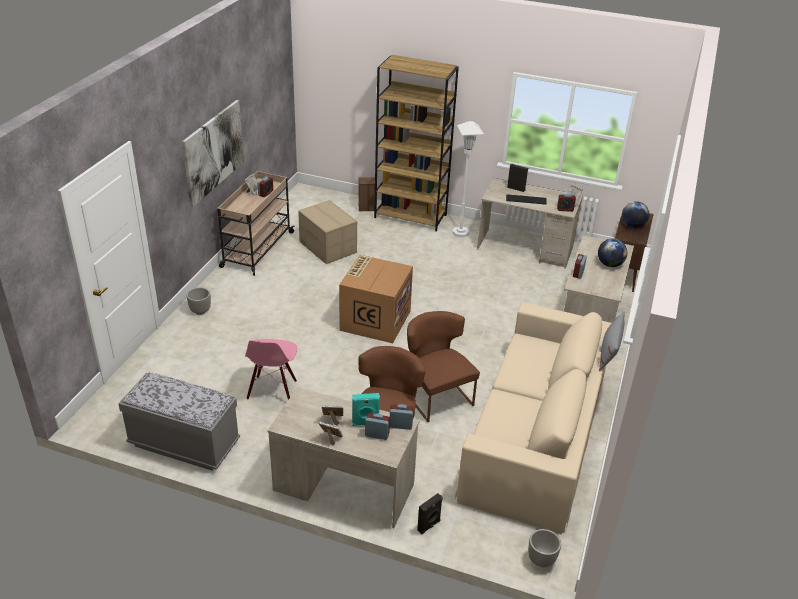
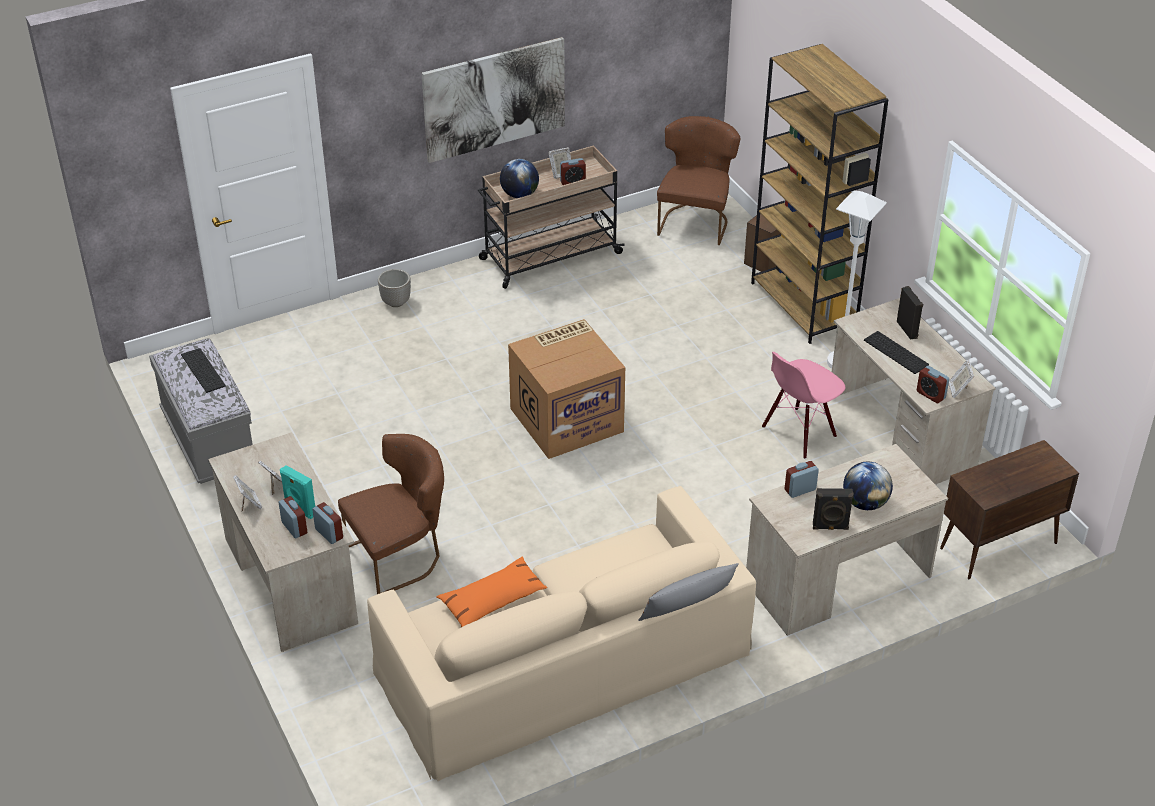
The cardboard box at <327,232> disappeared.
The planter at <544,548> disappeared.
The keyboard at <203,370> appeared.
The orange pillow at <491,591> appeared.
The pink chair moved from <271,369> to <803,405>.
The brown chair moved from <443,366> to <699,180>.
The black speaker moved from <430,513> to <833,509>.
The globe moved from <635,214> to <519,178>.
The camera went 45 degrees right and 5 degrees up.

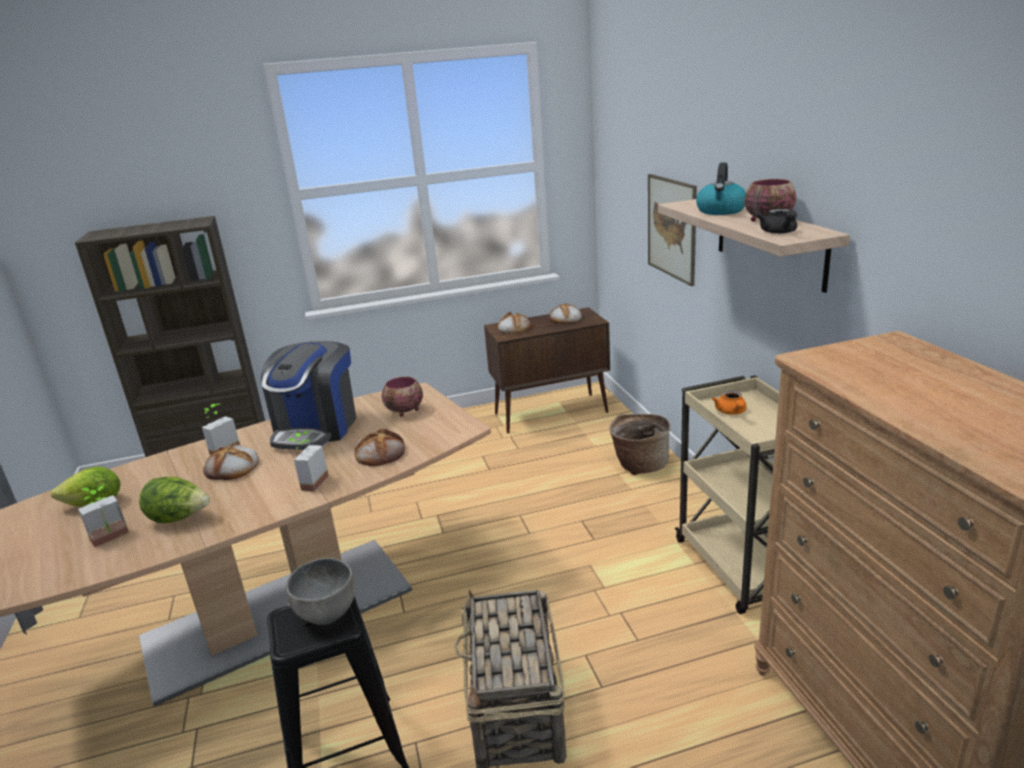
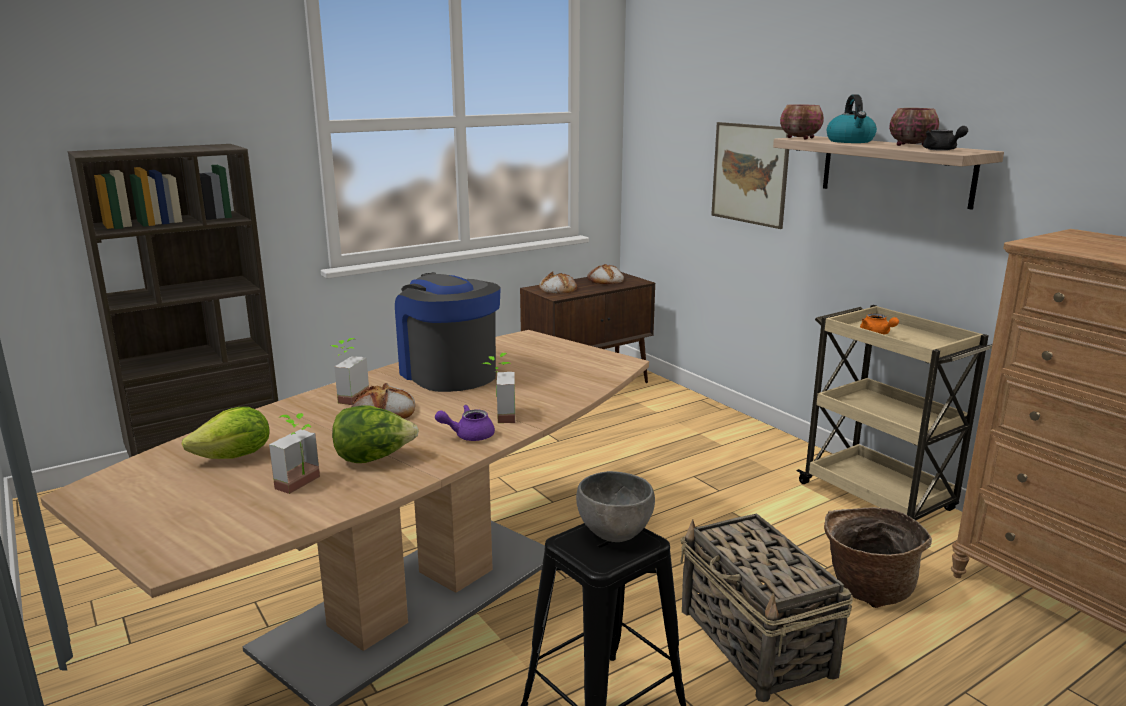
The bread at <379,447> disappeared.
The purple teapot at <465,423> appeared.
The bowl moved from <402,396> to <802,122>.
The basket moved from <640,444> to <878,557>.
The coffee machine at <308,395> turned 150 degrees clockwise.
The camera went 20 degrees left and 5 degrees down.

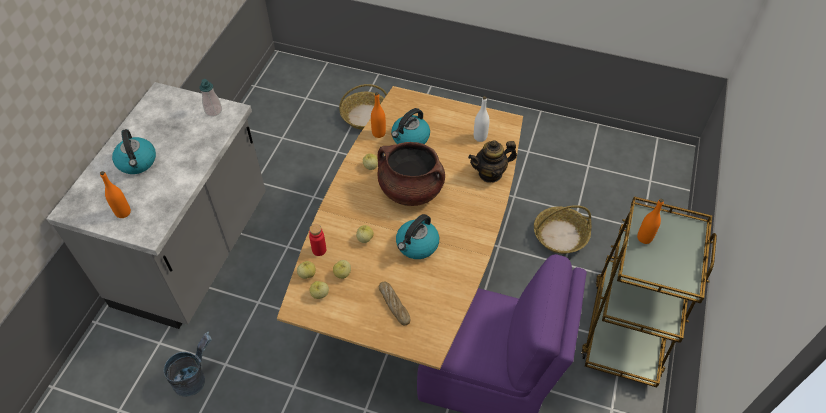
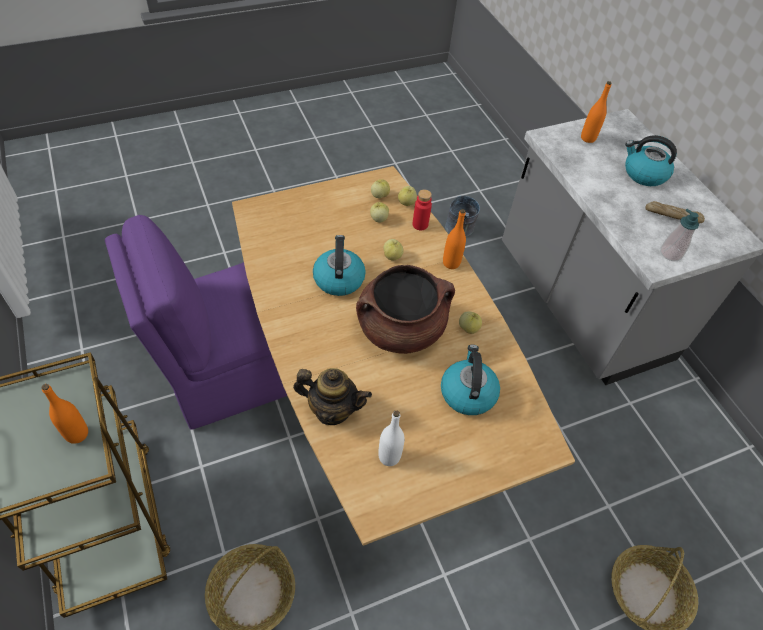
The orange bottle moved from <378,115> to <454,239>.
The bread moved from <395,304> to <675,212>.
The teapot at <492,161> turned 75 degrees clockwise.
The camera went 135 degrees right and 0 degrees up.

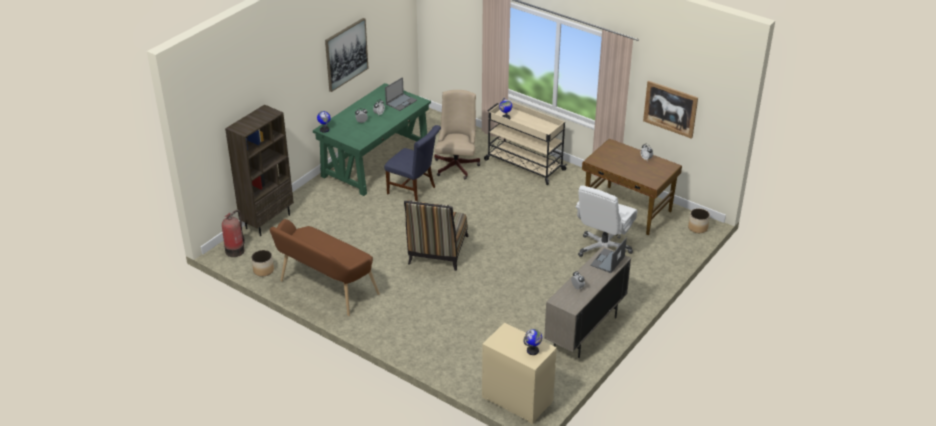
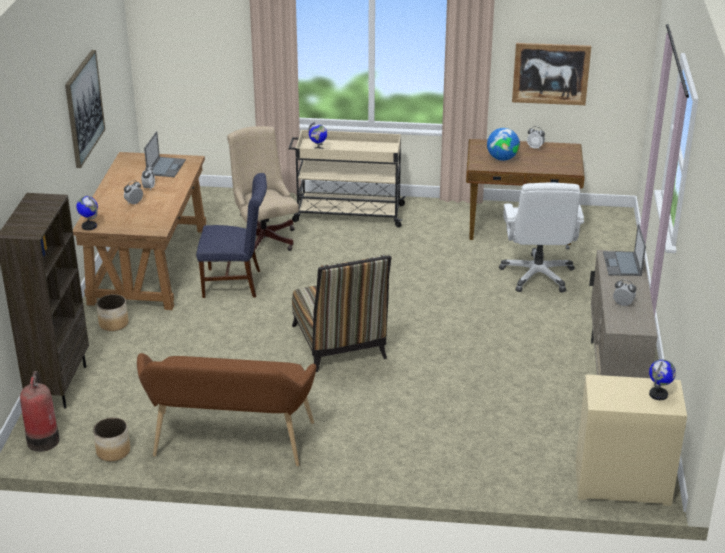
The globe at <503,144> appeared.
The planter moved from <699,220> to <112,312>.
The green desk at <372,139> became the brown desk at <139,231>.
The camera went 30 degrees left and 5 degrees down.

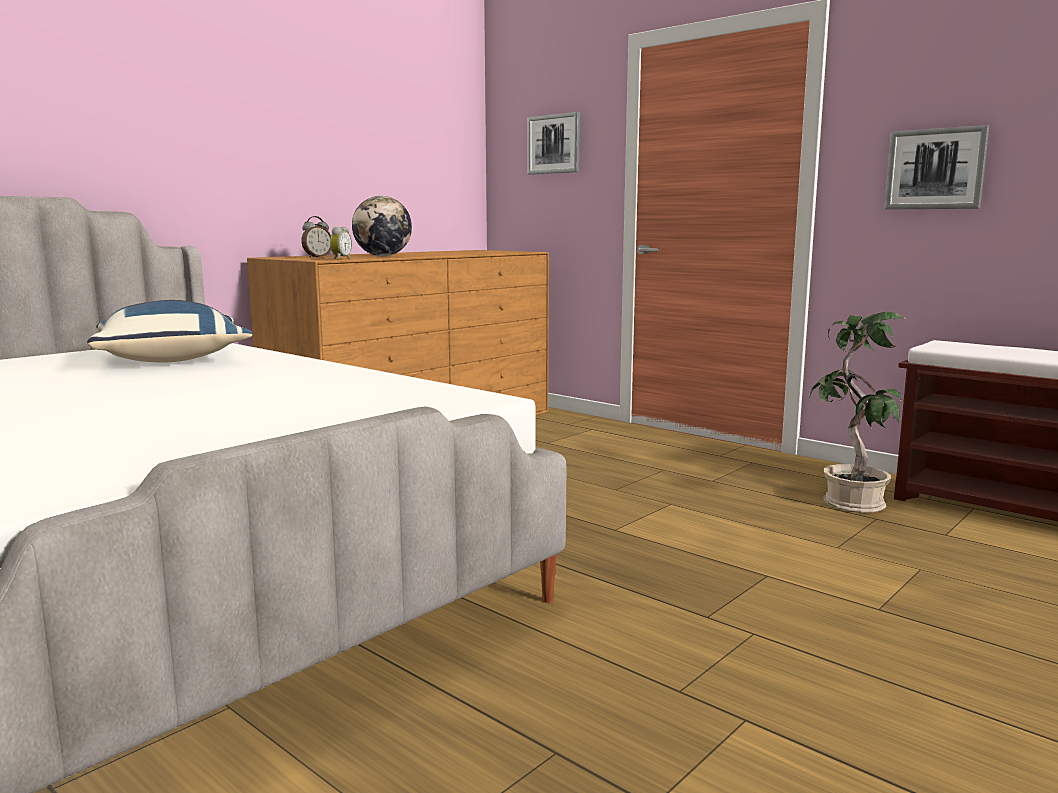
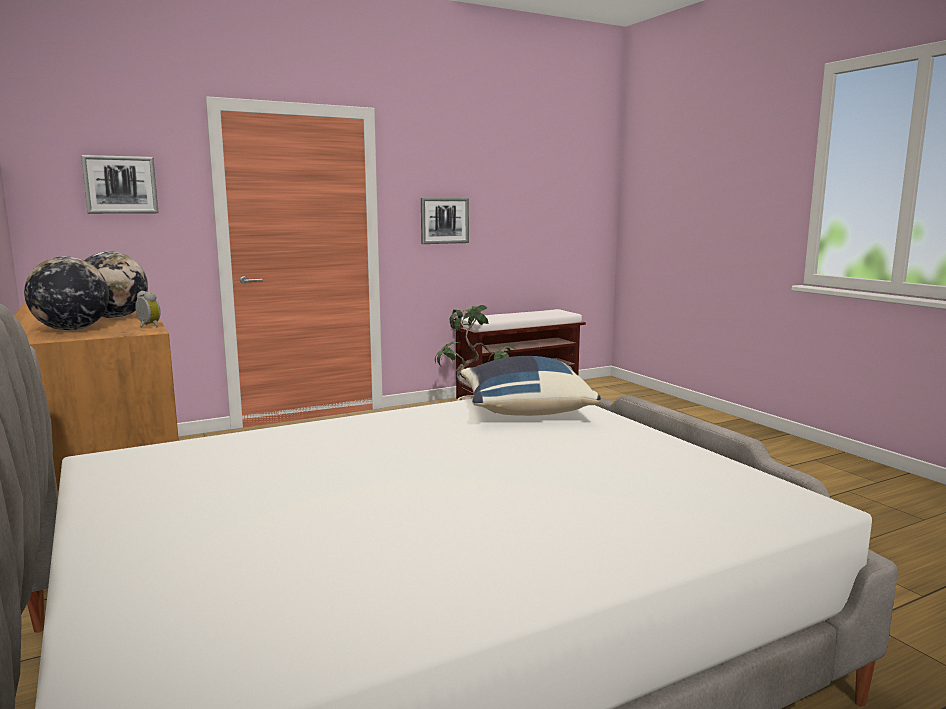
The blue pillow moved from <169,331> to <531,386>.
The alarm clock at <316,236> was replaced by the globe at <66,293>.
The camera went 70 degrees left and 0 degrees up.

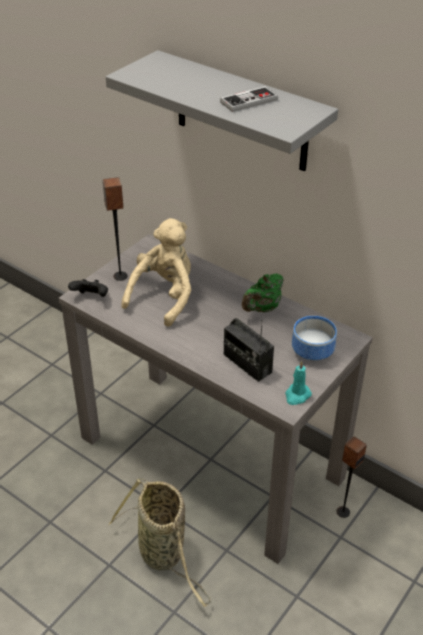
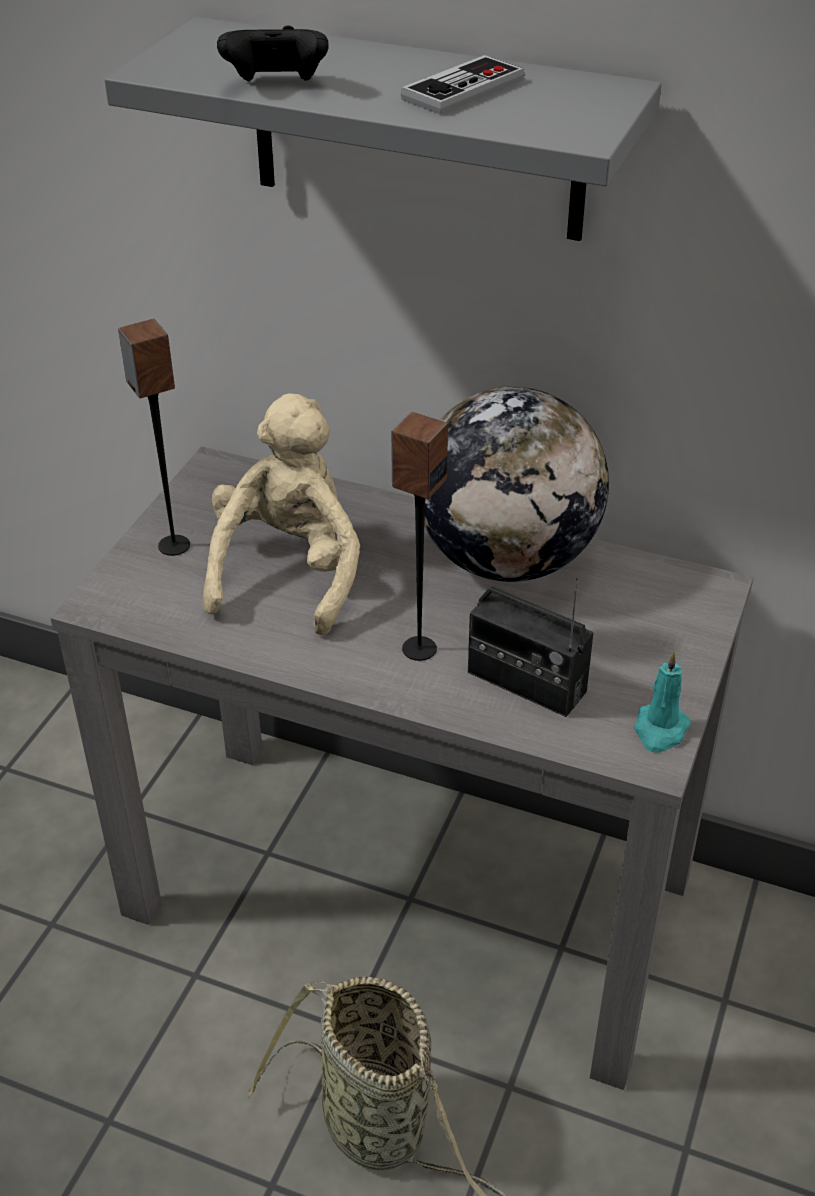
The bowl at <314,338> disappeared.
The black game controller moved from <88,288> to <273,53>.
The speaker moved from <351,477> to <419,536>.
The green teapot at <263,292> was replaced by the globe at <516,484>.
The camera went 15 degrees left and 0 degrees up.

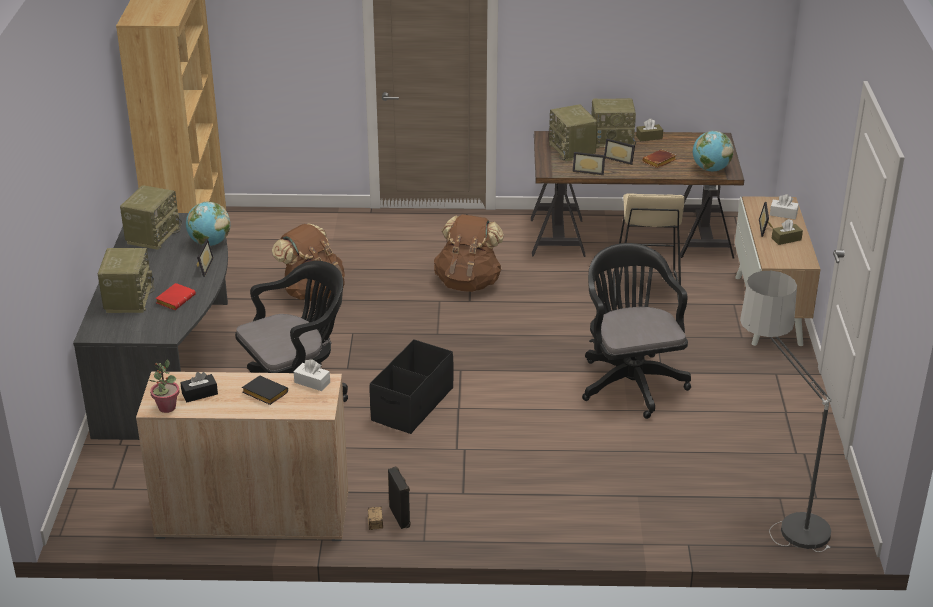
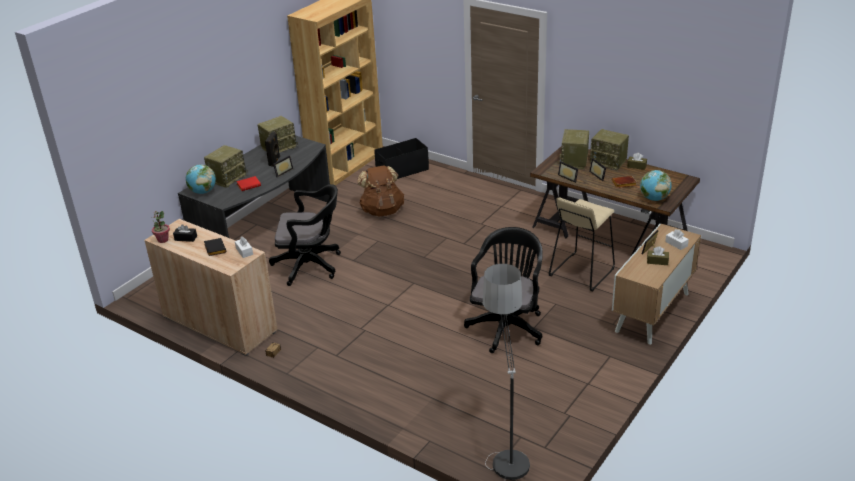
The brown backpack at <469,253> disappeared.
The globe moved from <208,224> to <201,179>.
The black storage box moved from <411,386> to <401,158>.
The black speaker moved from <399,497> to <272,149>.
The camera went 35 degrees right and 0 degrees up.

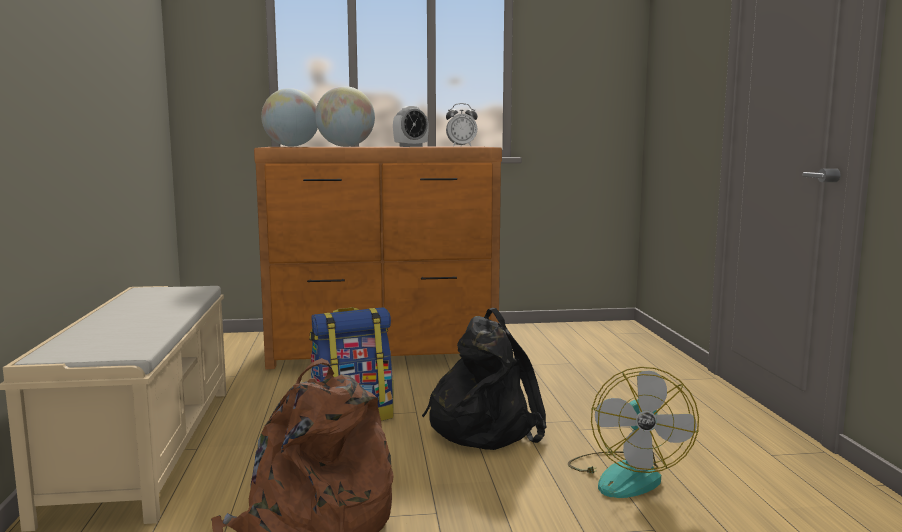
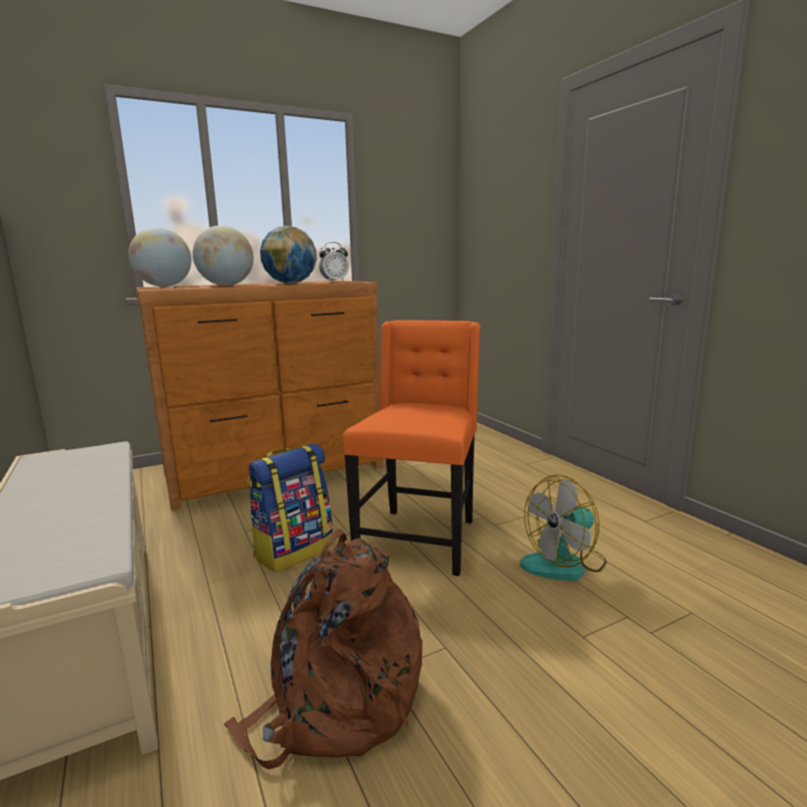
The alarm clock at <411,126> was replaced by the globe at <288,255>.
The black backpack at <484,379> was replaced by the orange chair at <411,448>.
The fan at <633,432> turned 75 degrees clockwise.
The camera went 20 degrees left and 5 degrees up.

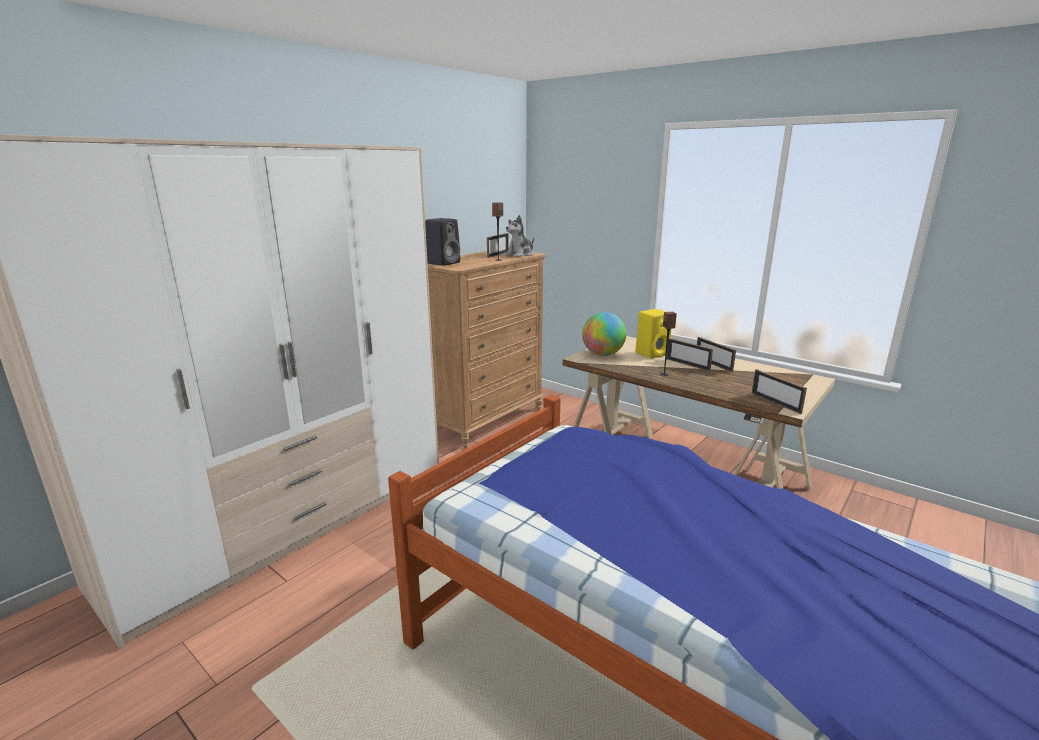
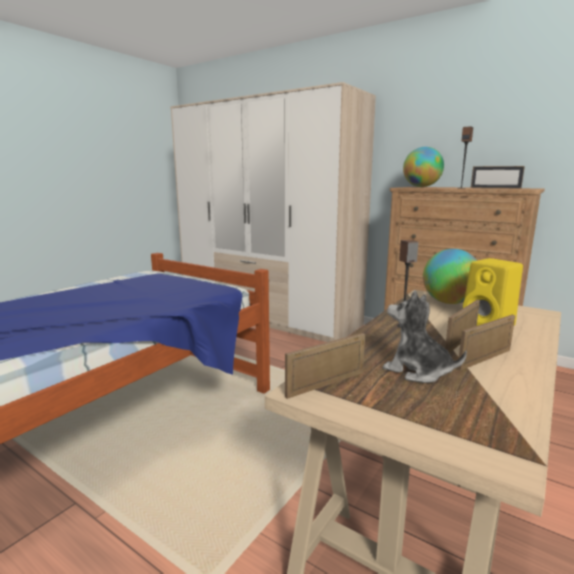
The plush toy moved from <519,236> to <425,336>.
The black speaker at <442,242> was replaced by the globe at <423,167>.
The camera went 85 degrees right and 5 degrees down.

